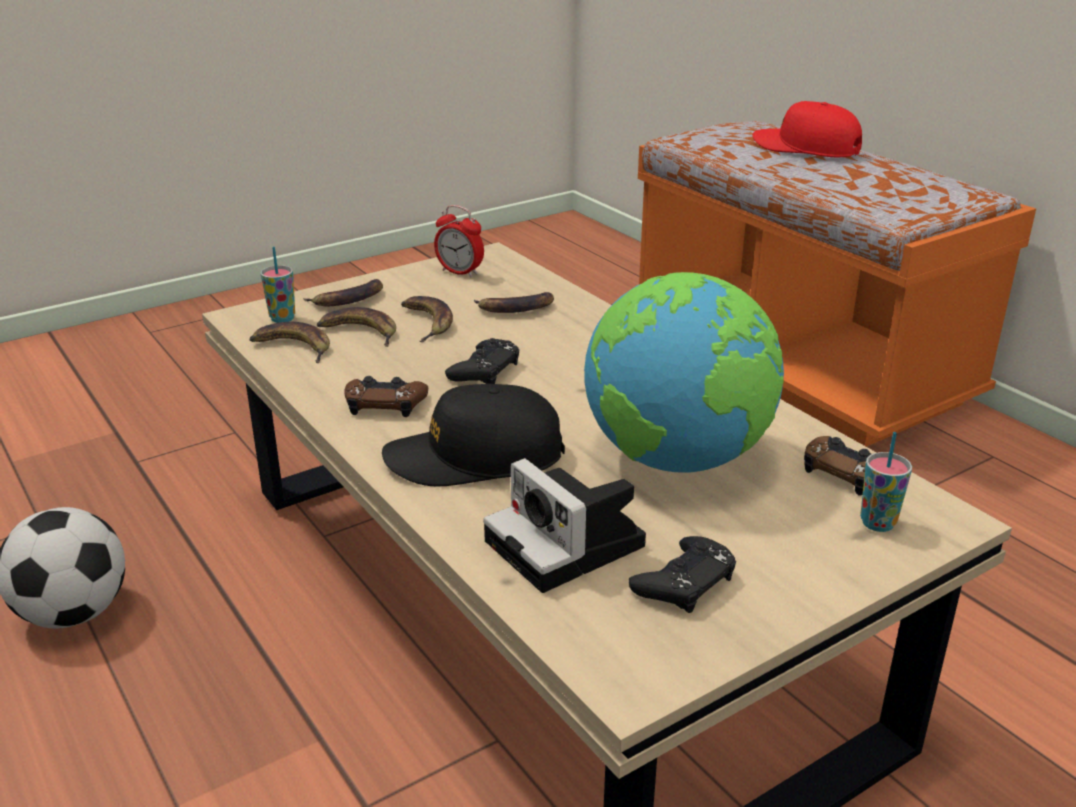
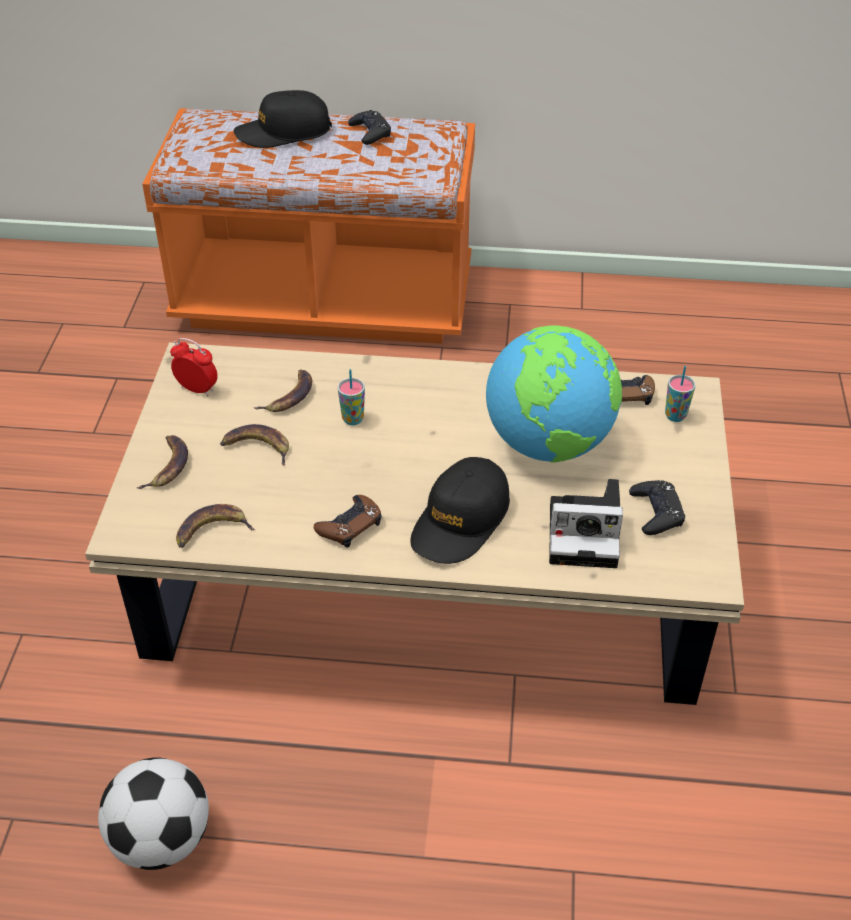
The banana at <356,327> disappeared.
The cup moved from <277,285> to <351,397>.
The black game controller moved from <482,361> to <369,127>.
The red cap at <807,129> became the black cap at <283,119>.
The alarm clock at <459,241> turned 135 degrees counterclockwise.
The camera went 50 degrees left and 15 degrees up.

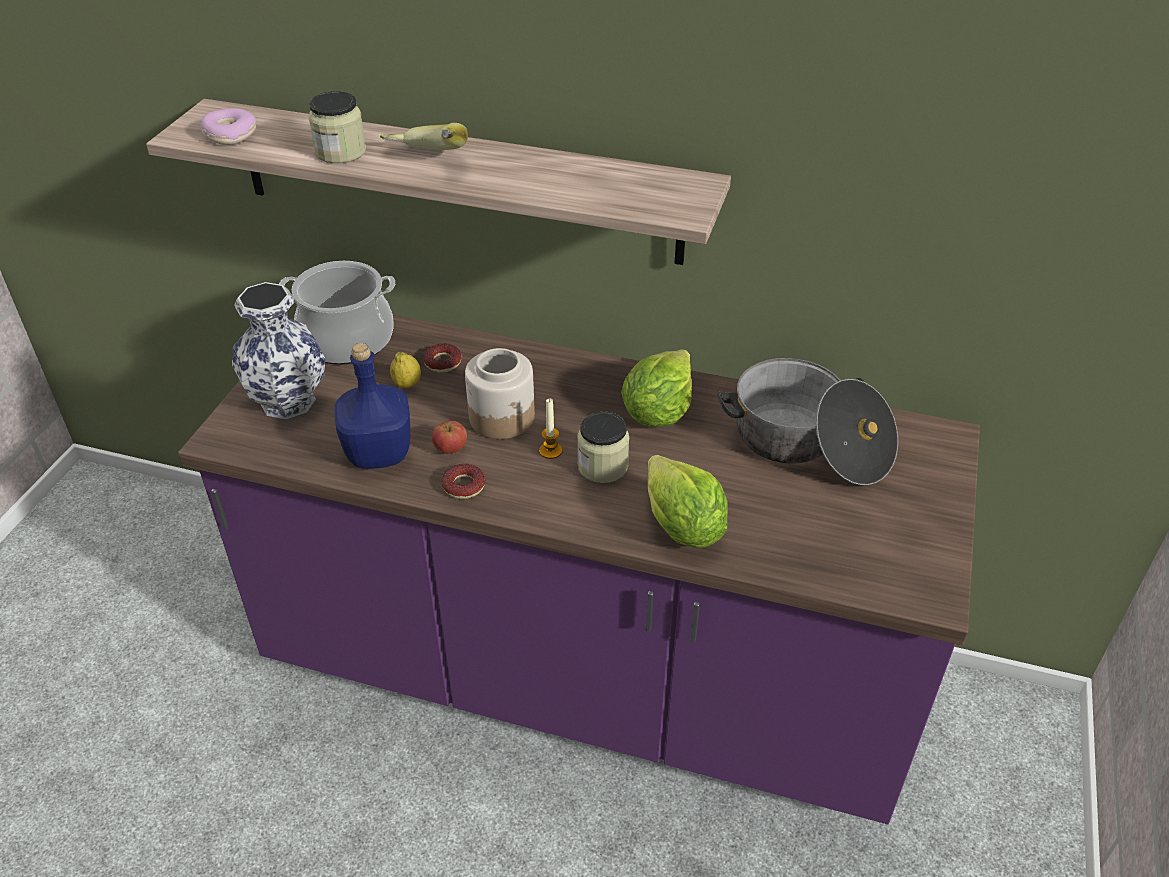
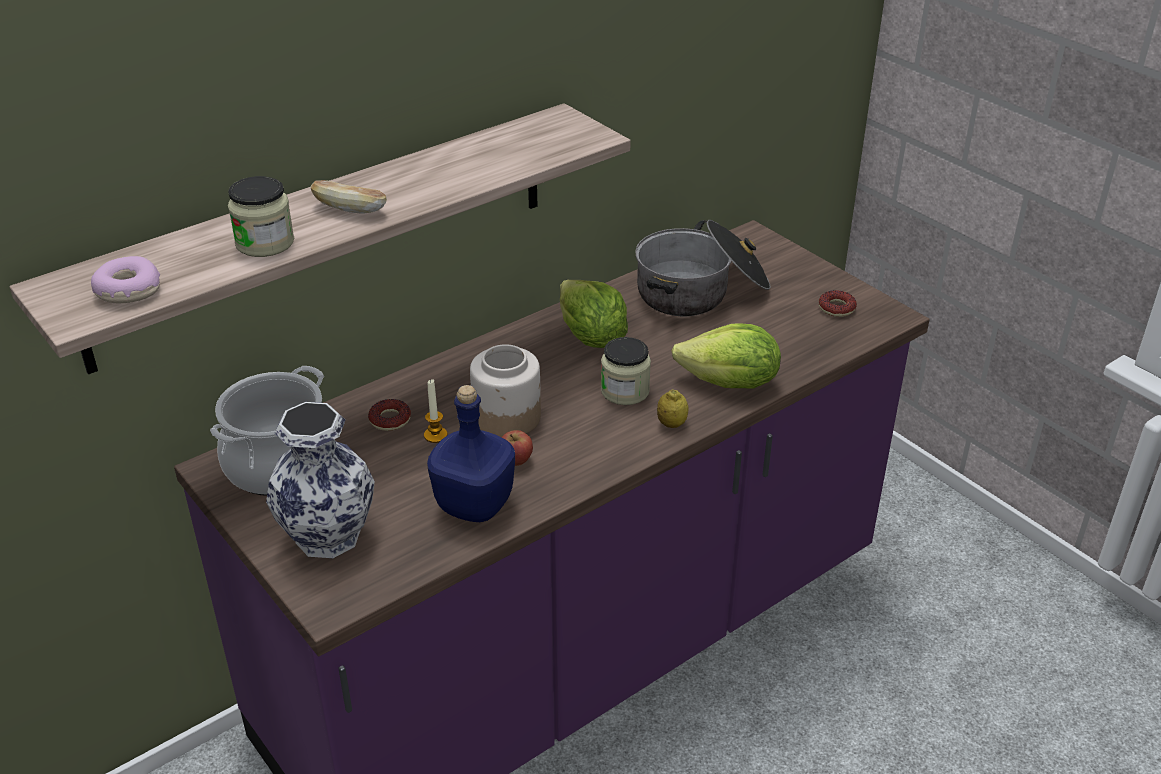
The lemon moved from <405,370> to <673,409>.
The donut moved from <463,481> to <838,303>.
The candle moved from <550,428> to <436,411>.
The banana at <424,136> was replaced by the bread at <348,197>.
The camera went 55 degrees left and 5 degrees down.

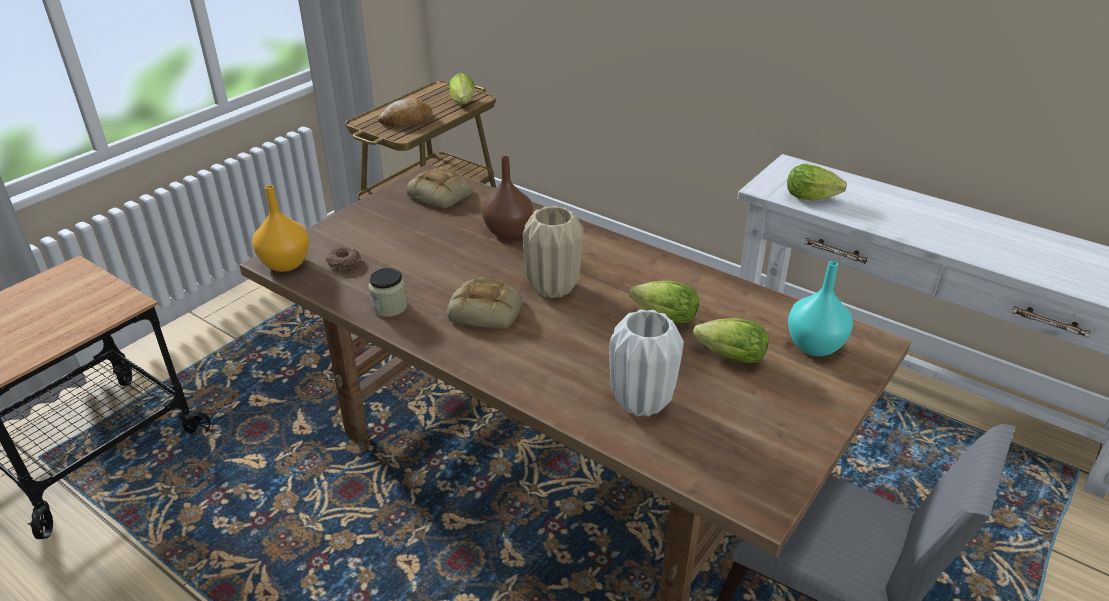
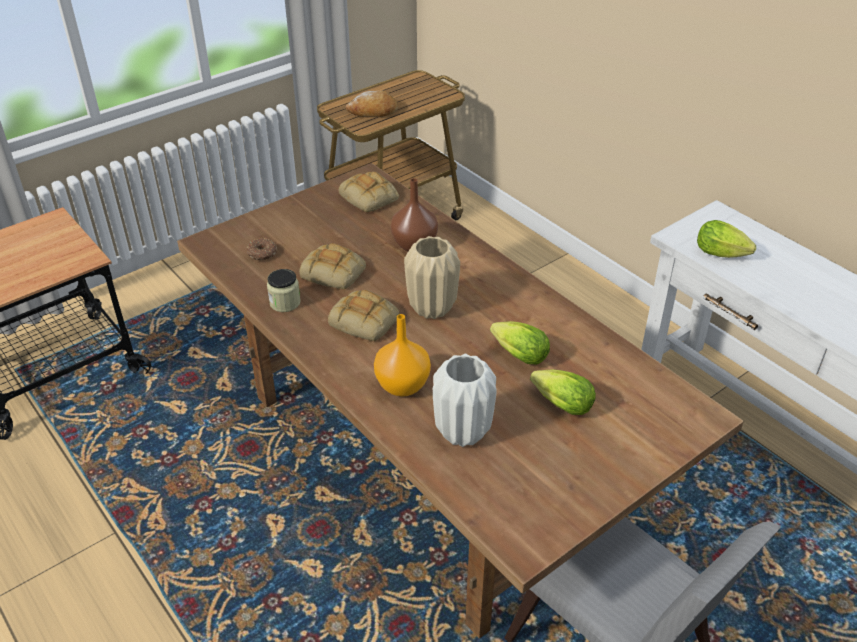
The lettuce at <462,88> disappeared.
The turquoise vase at <820,308> disappeared.
The bread at <332,266> appeared.
The orange vase moved from <281,228> to <402,355>.
The camera went 15 degrees right and 5 degrees up.

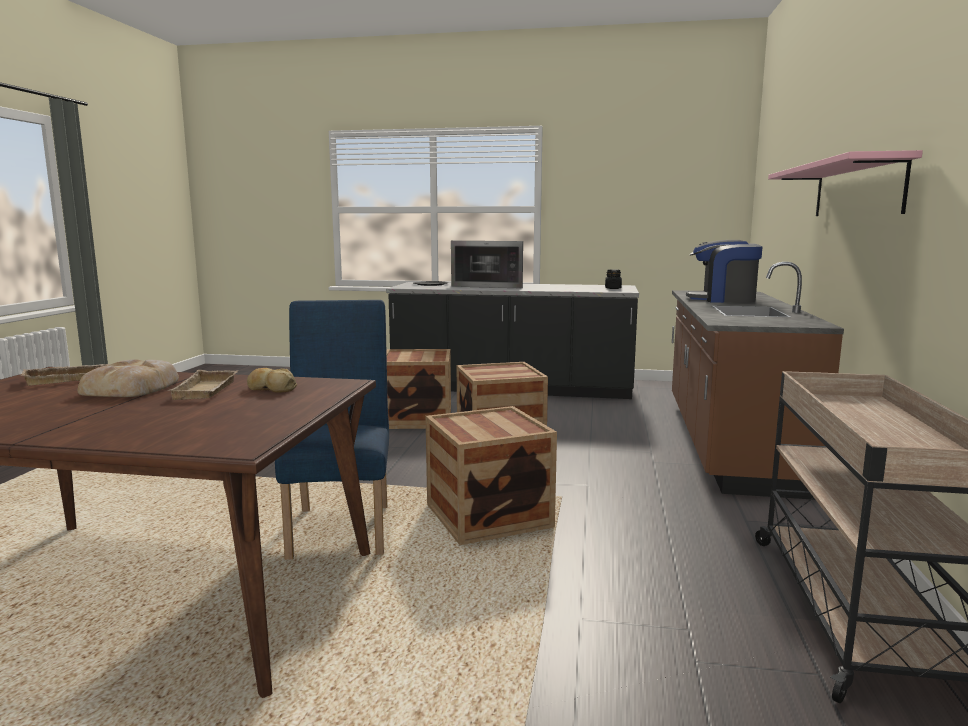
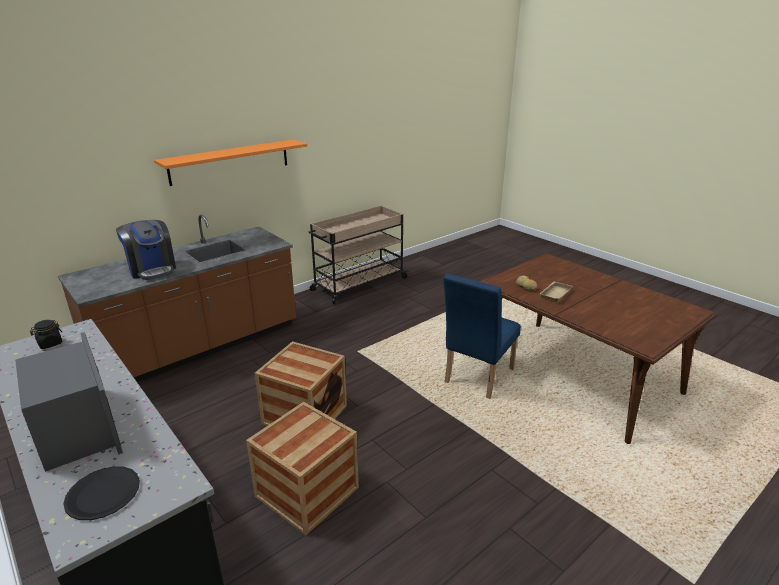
The beige tray at <65,375> disappeared.
The bread at <128,378> disappeared.
The crate at <491,475> disappeared.
The pink shelf at <845,183> became the orange shelf at <230,162>.
The camera went 140 degrees left and 15 degrees up.

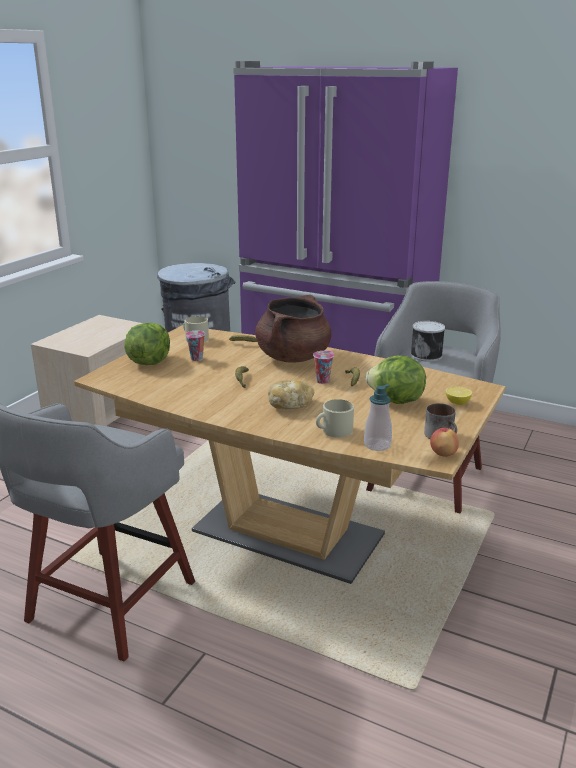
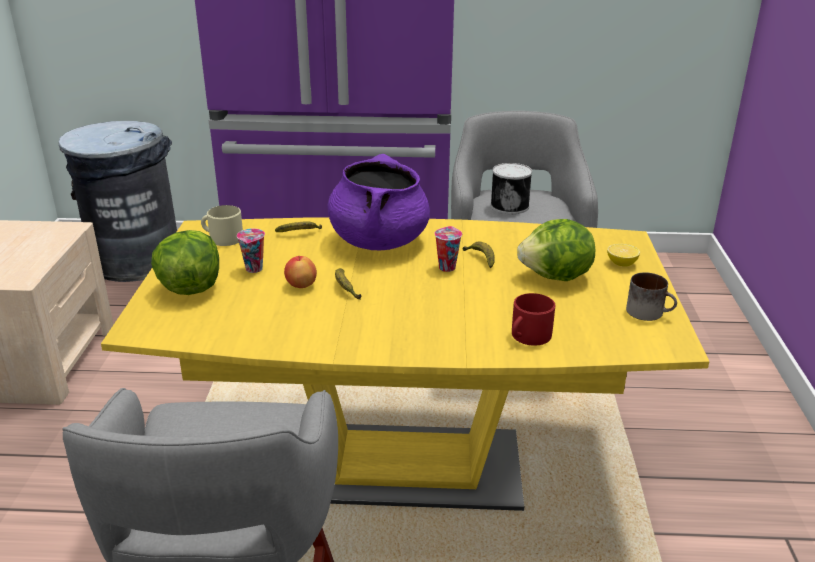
The bread at <291,394> disappeared.
The soap dispenser at <378,417> disappeared.
The apple moved from <444,442> to <300,272>.
The brown dining table at <289,454> became the yellow dining table at <405,364>.
The brown cooking pot at <293,329> became the purple cooking pot at <379,202>.
The beige mug at <335,418> became the red mug at <533,319>.
The camera went 25 degrees left and 5 degrees up.

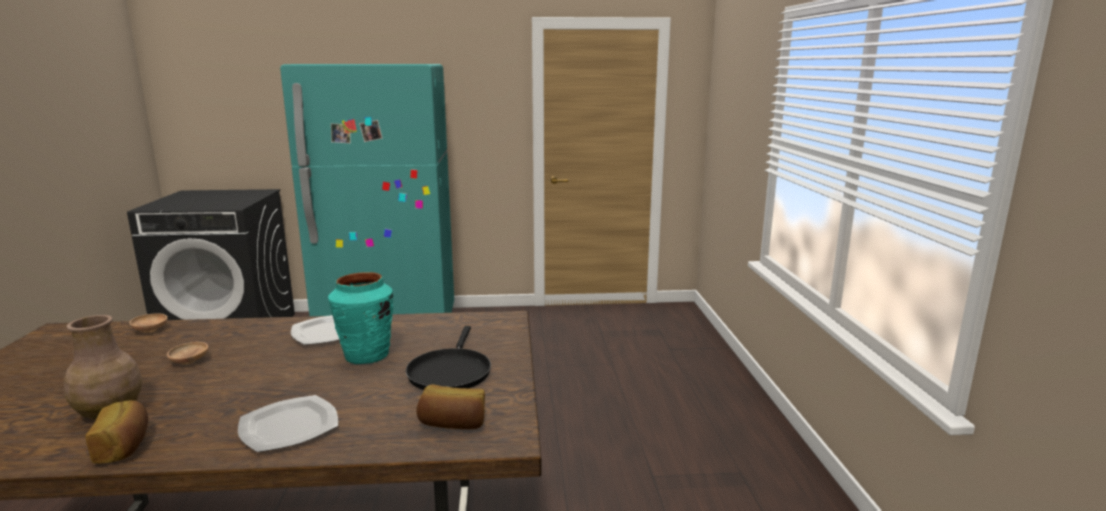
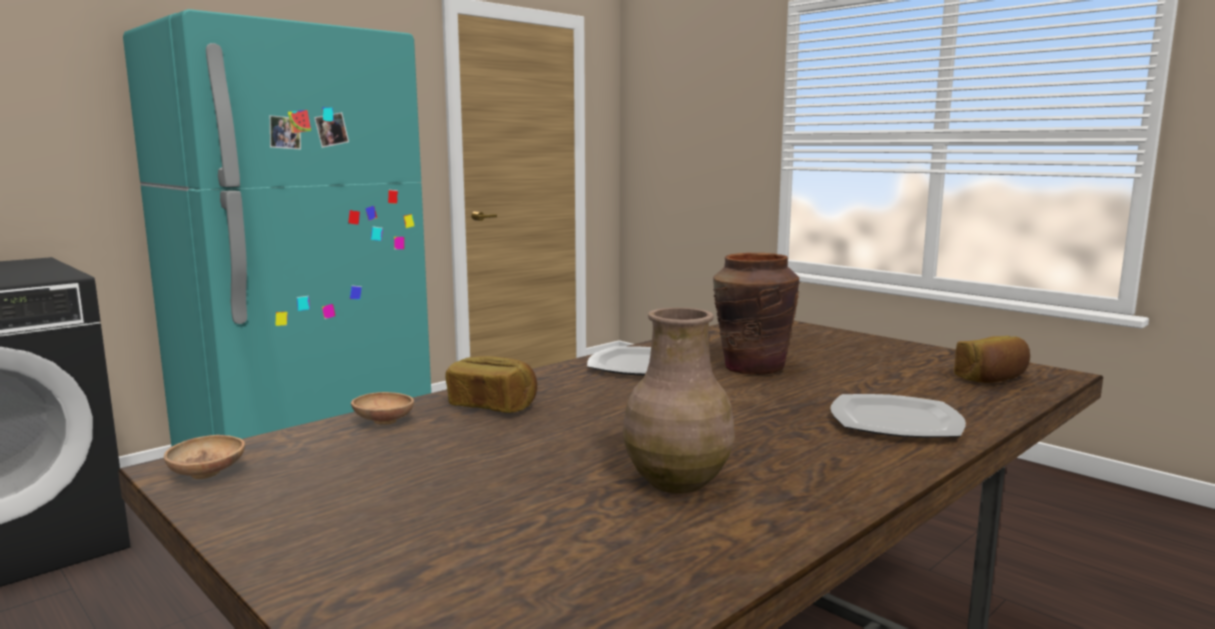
The black frying pan at <448,358> disappeared.
The bread moved from <116,432> to <491,384>.
The brown bowl moved from <187,353> to <204,457>.
The turquoise vase at <360,318> became the brown vase at <756,314>.
The camera went 40 degrees left and 5 degrees down.

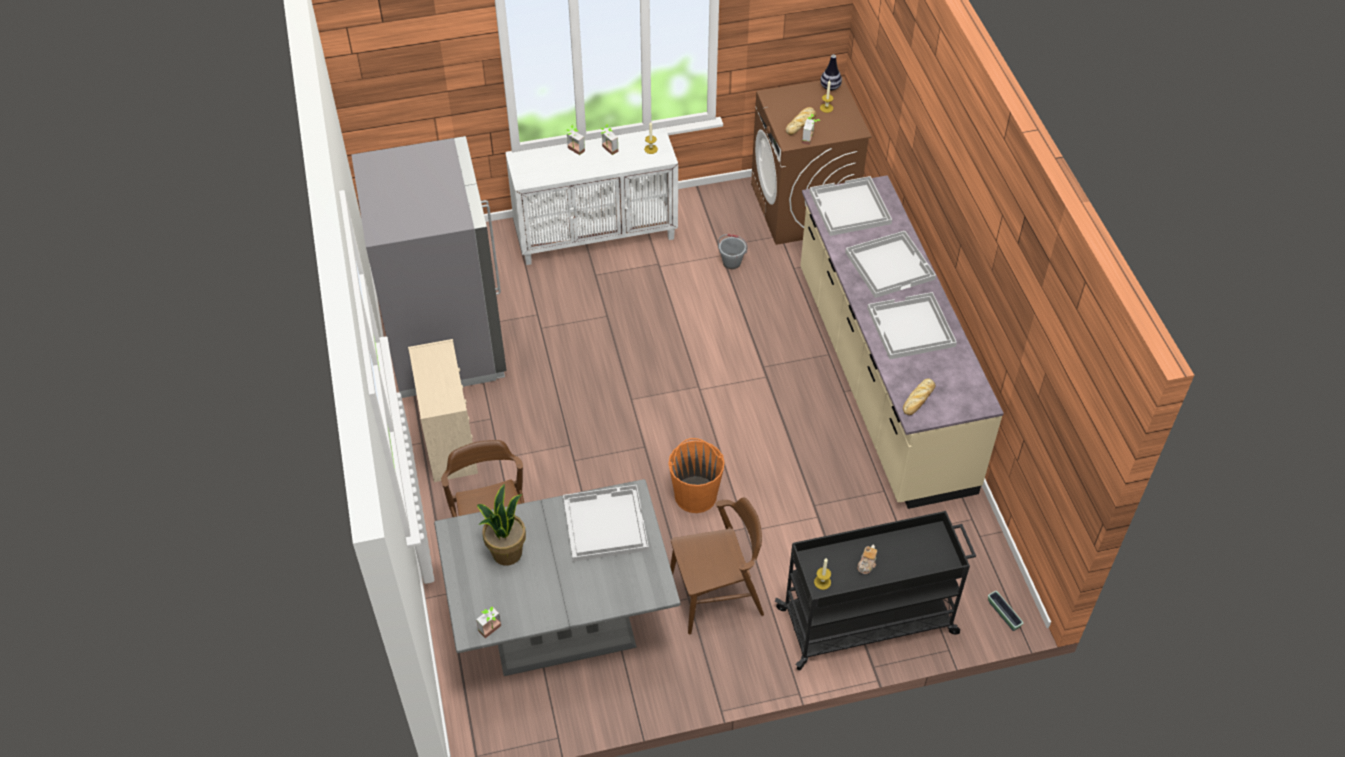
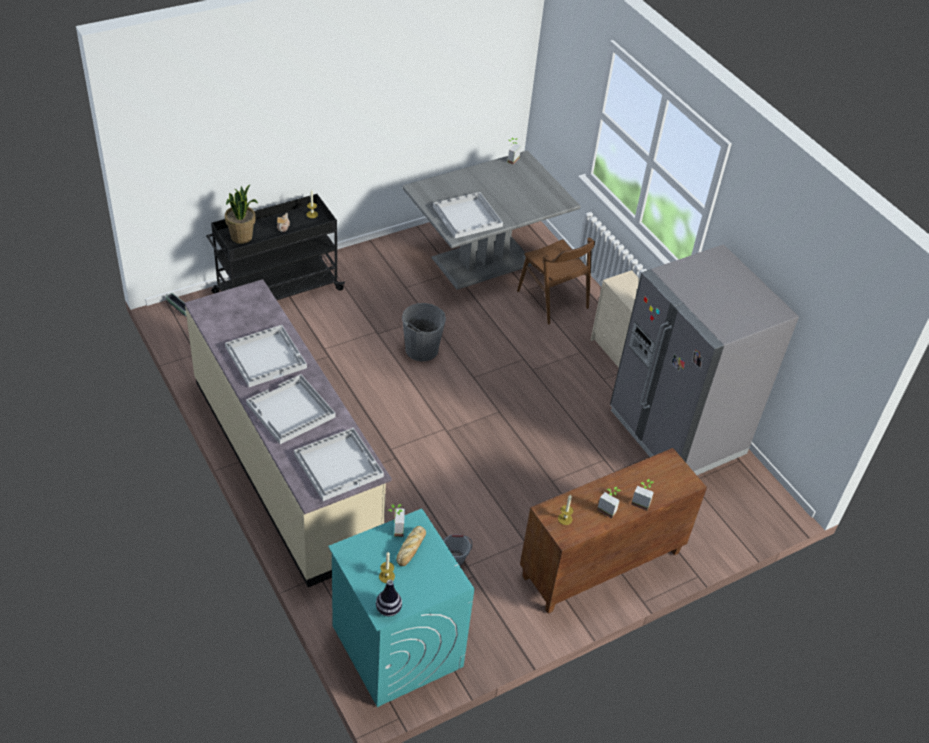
The brown chair at <717,566> disappeared.
The bread at <919,396> disappeared.
The potted plant moved from <501,525> to <241,214>.
The white cabinet at <592,196> became the brown cabinet at <613,531>.
The orange bucket at <696,475> became the grey bucket at <424,332>.
The brown washing machine at <811,161> became the turquoise washing machine at <401,608>.
The camera went 160 degrees right and 5 degrees down.

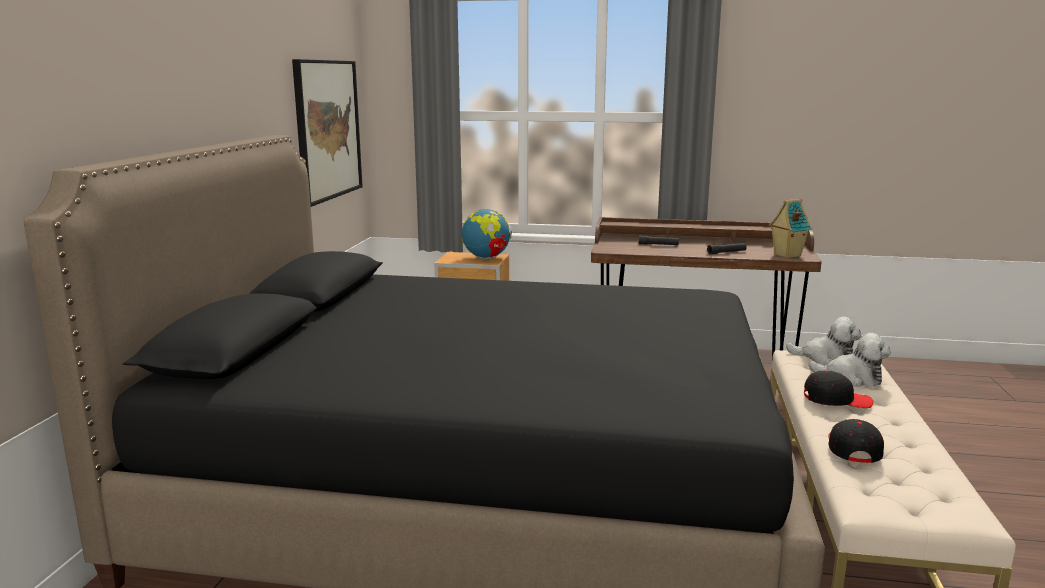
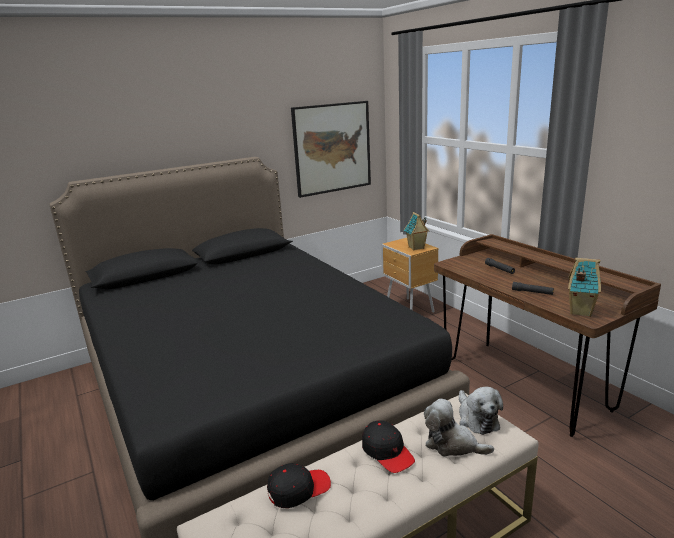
The globe at <487,234> was replaced by the toy house at <416,231>.
The plush toy at <850,360> turned 135 degrees clockwise.
The camera went 50 degrees right and 5 degrees up.

